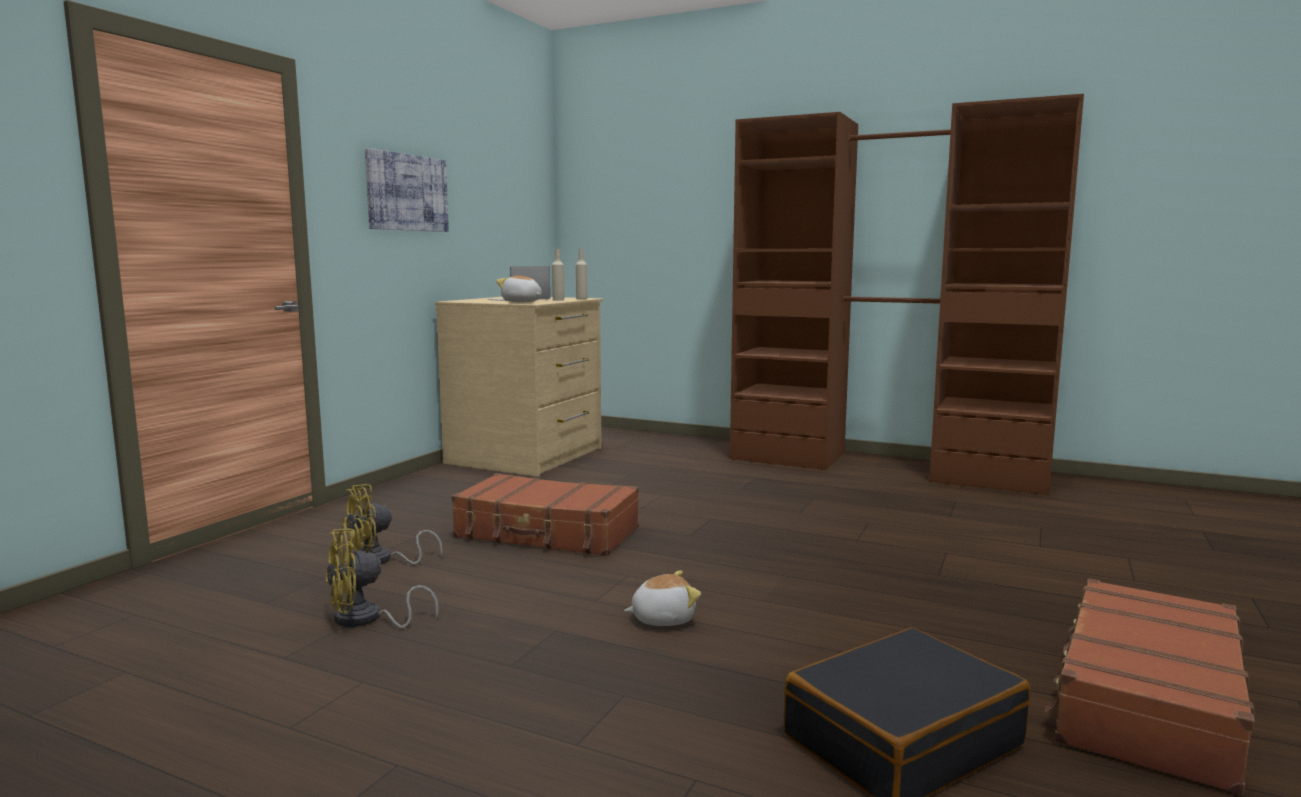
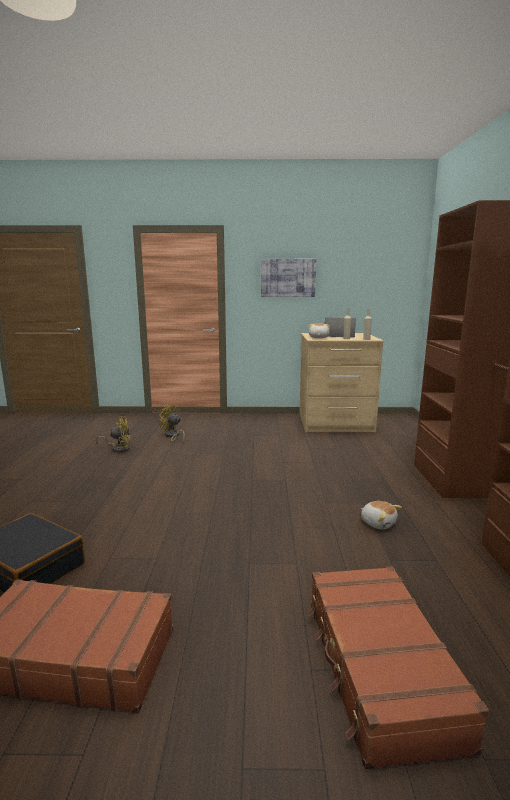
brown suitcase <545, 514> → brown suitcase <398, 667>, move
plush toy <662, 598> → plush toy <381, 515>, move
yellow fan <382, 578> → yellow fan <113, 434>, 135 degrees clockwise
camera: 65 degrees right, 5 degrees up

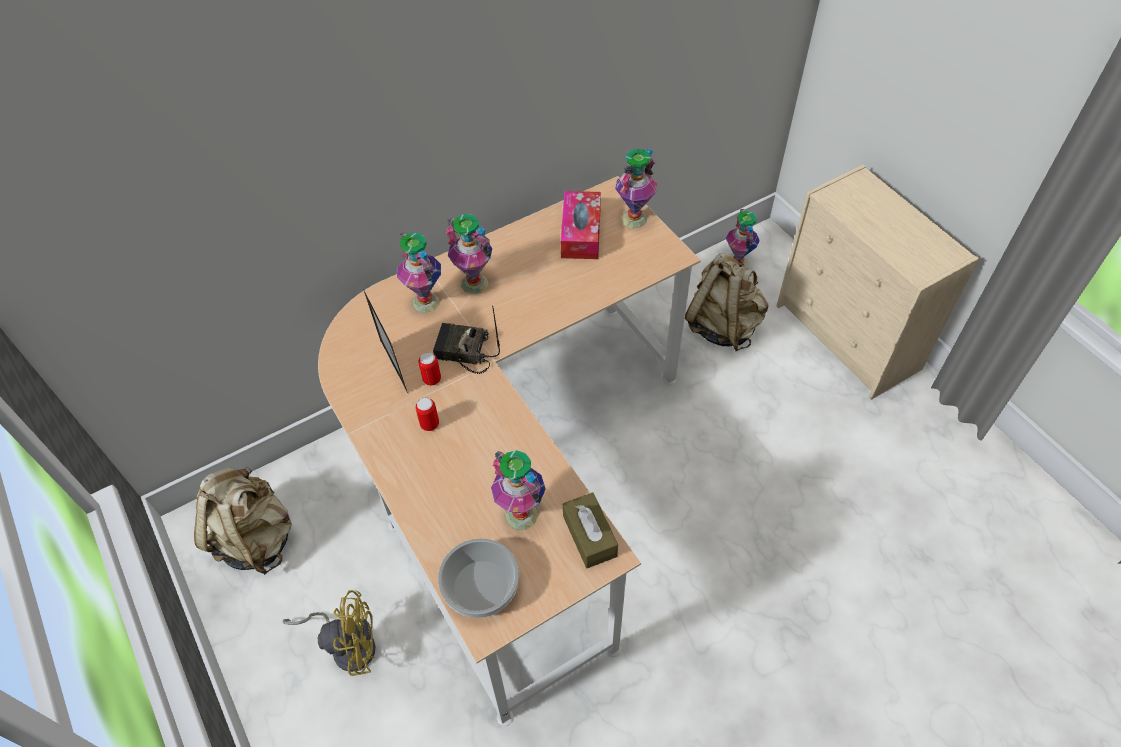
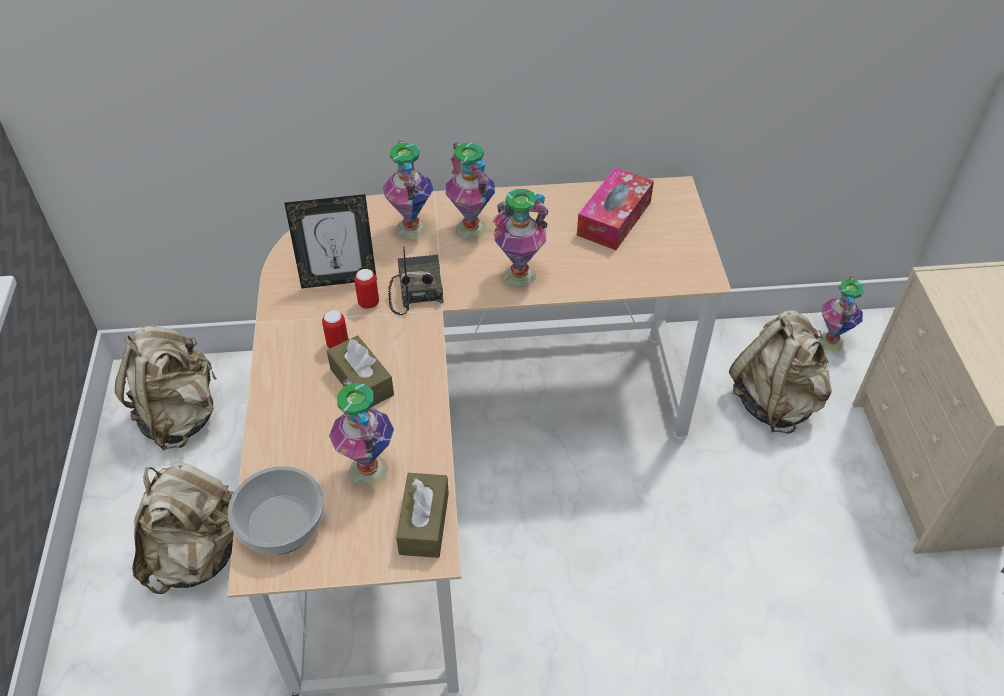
- → brown tissue box <360, 371>
vase <636, 188> → vase <521, 238>, move
yellow fan <328, 633> → beige backpack <183, 528>
picture frame <385, 341> → picture frame <330, 241>, 75 degrees clockwise
radio <466, 339> → radio <415, 281>, 45 degrees clockwise
camera: 25 degrees right, 5 degrees down

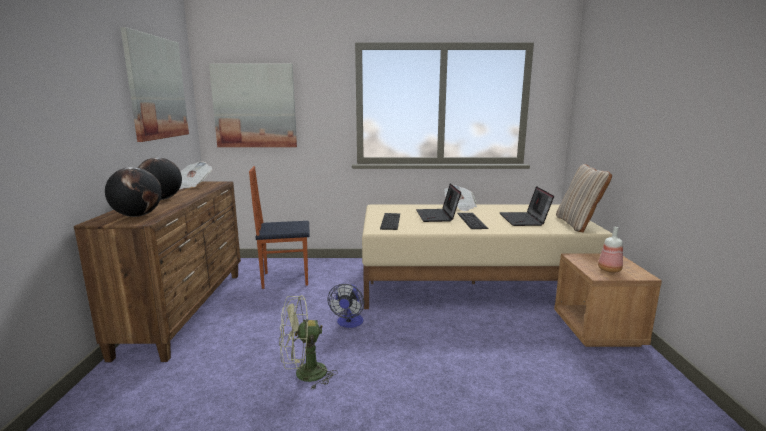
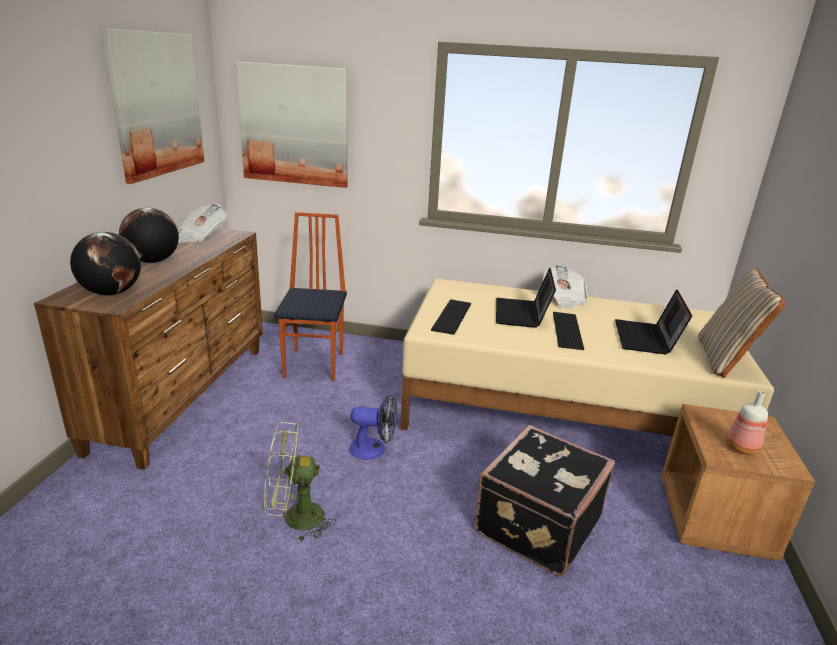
- → black suitcase <545, 500>
chair <279, 227> → chair <310, 296>, 90 degrees clockwise
fan <346, 306> → fan <373, 427>, 105 degrees counterclockwise
camera: 10 degrees right, 10 degrees up

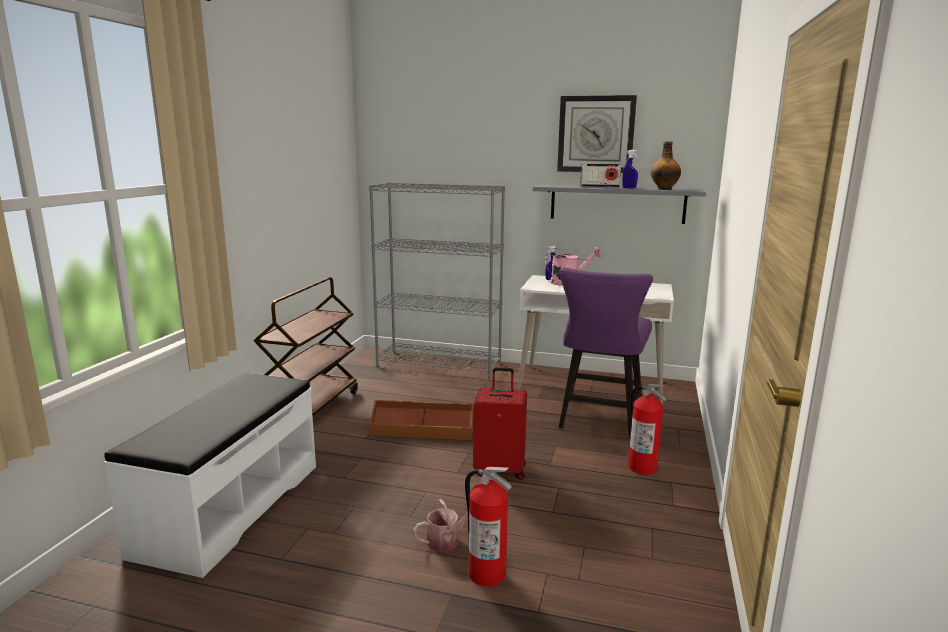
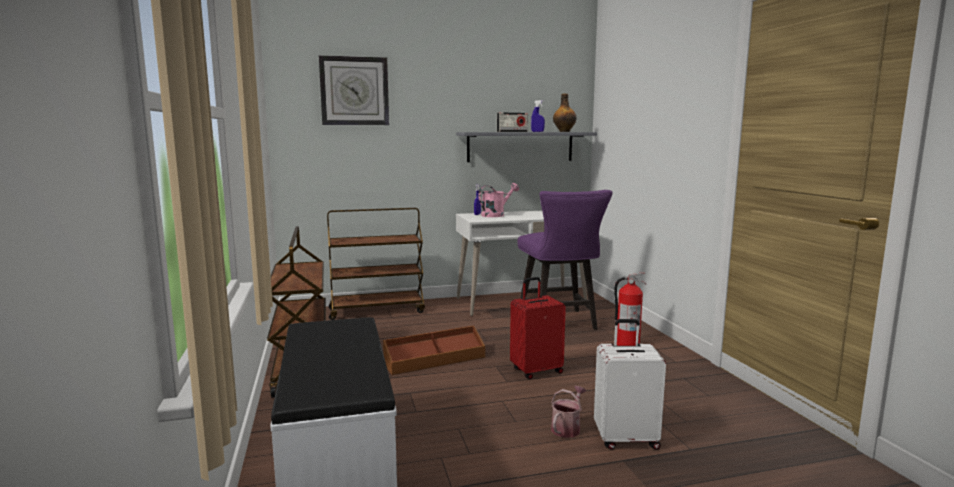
wall clock <597, 134> → wall clock <354, 90>, move
grey bookcase <437, 280> → brown cart <376, 264>
fire extinguisher <488, 527> → white suitcase <630, 384>
camera: 30 degrees left, 5 degrees down

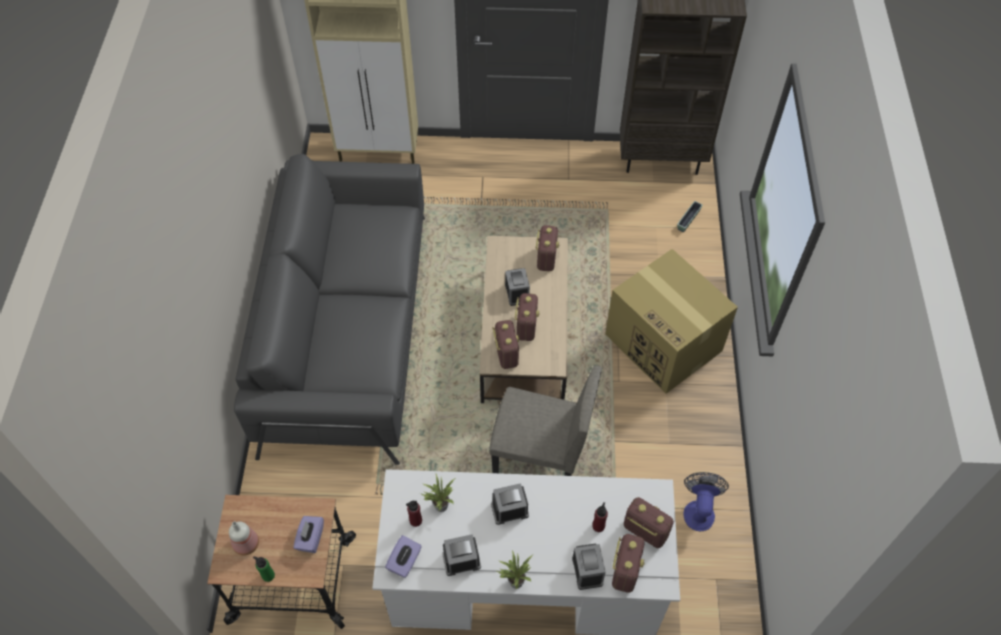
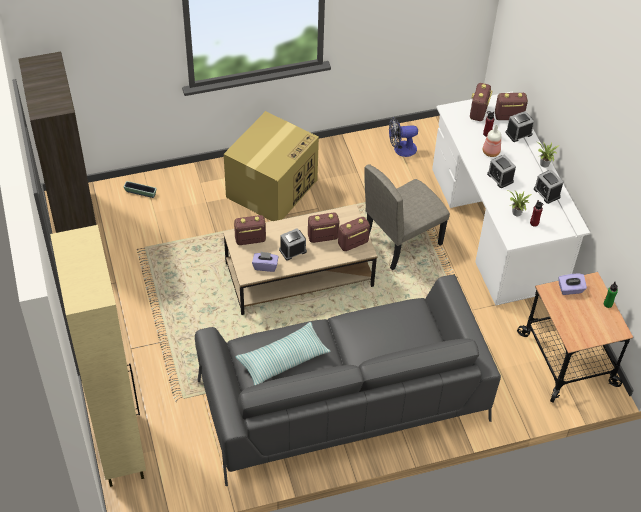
- → pillow <283, 353>
bottle <244, 538> → bottle <492, 141>, move
purple tissue box <403, 556> → purple tissue box <265, 261>, move
beige chair <545, 421> → beige chair <407, 217>, 120 degrees counterclockwise
camera: 110 degrees left, 5 degrees down

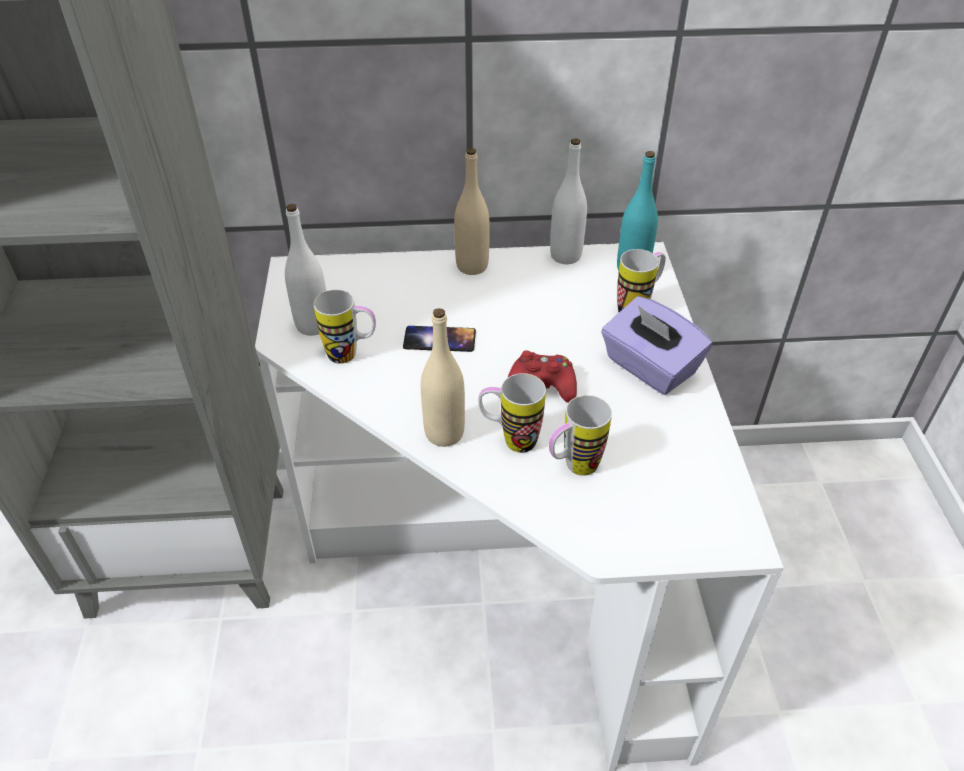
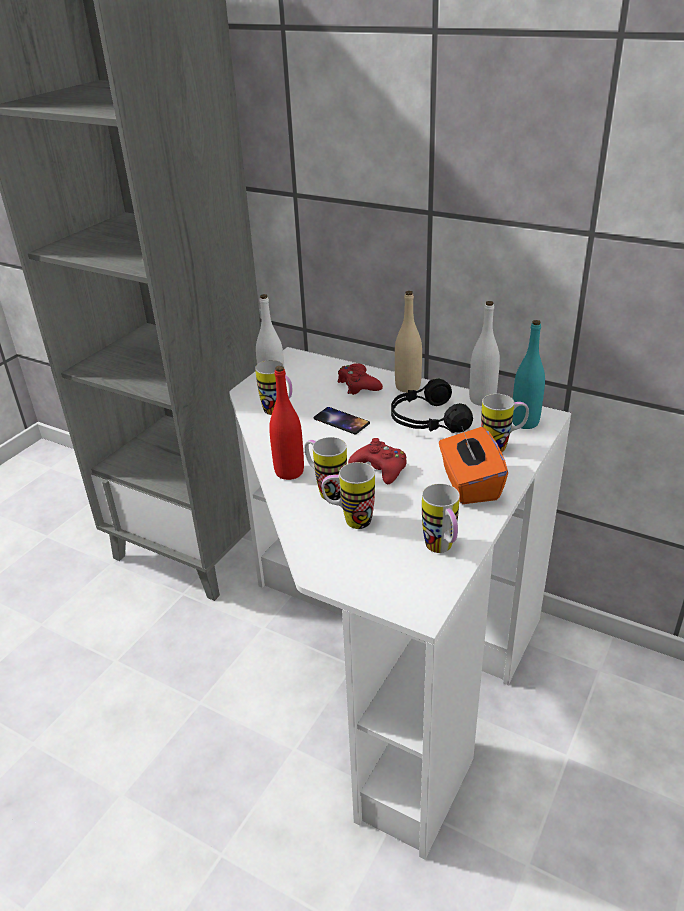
- → red game controller <360, 379>
- → black headphones <432, 406>
- → mug <441, 518>
beige bottle <443, 377> → red bottle <286, 423>
purple tissue box <656, 345> → orange tissue box <473, 465>
camera: 35 degrees right, 10 degrees down

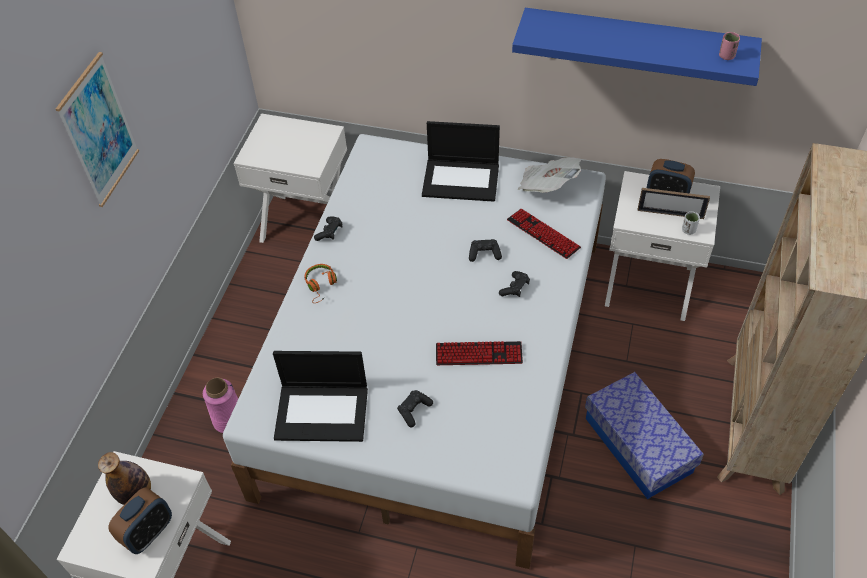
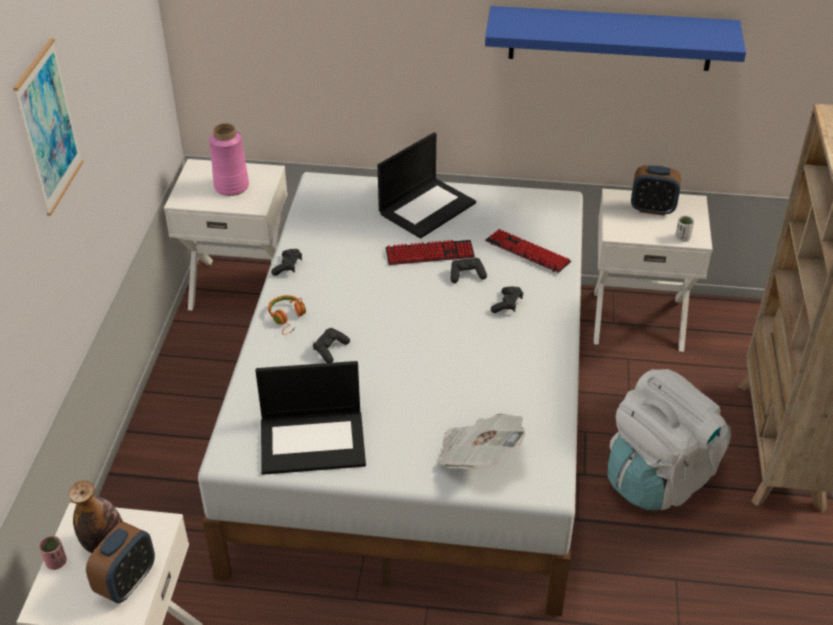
picture frame <673, 203> → -
pink vase <220, 405> → pink vase <229, 159>, move
black game controller <415, 408> → black game controller <331, 345>, move
keyboard <479, 353> → keyboard <430, 252>, move
newspaper <549, 175> → newspaper <481, 441>, move
pink cup <729, 46> → pink cup <53, 553>, move
storage box <644, 435> → white backpack <669, 440>
laptop <461, 161> → laptop <426, 185>, 45 degrees counterclockwise
camera: 10 degrees left, 10 degrees down

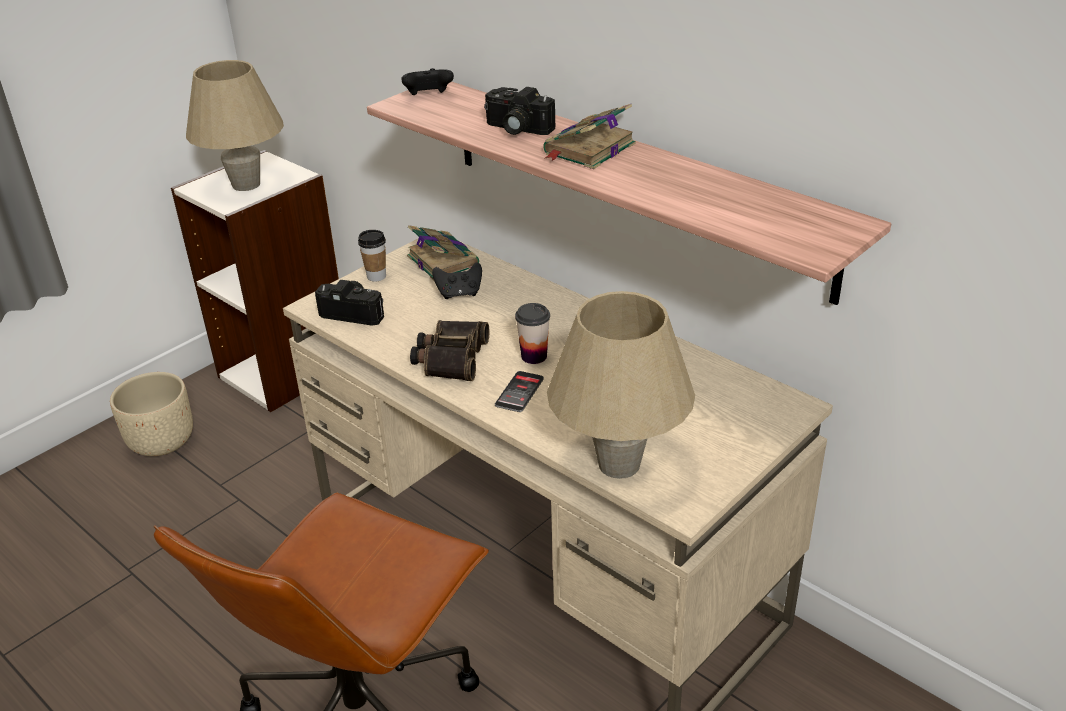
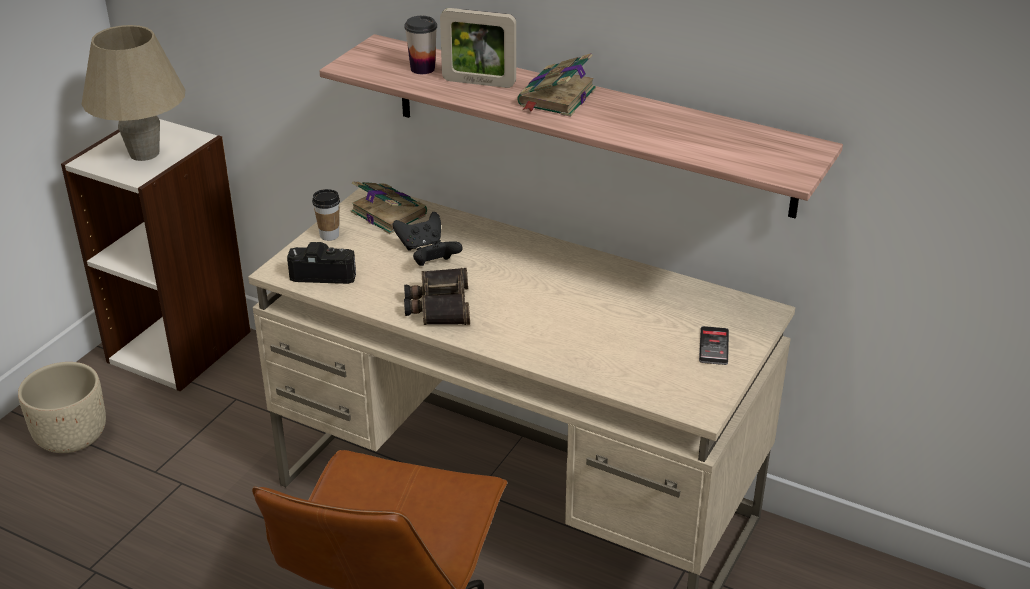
beige table lamp <621, 385> → -
black game controller <427, 81> → black game controller <438, 253>, move
phone <519, 391> → phone <714, 345>, move
cup <532, 333> → cup <420, 45>, move
photo camera <520, 111> → picture frame <478, 48>
camera: 15 degrees left, 0 degrees up

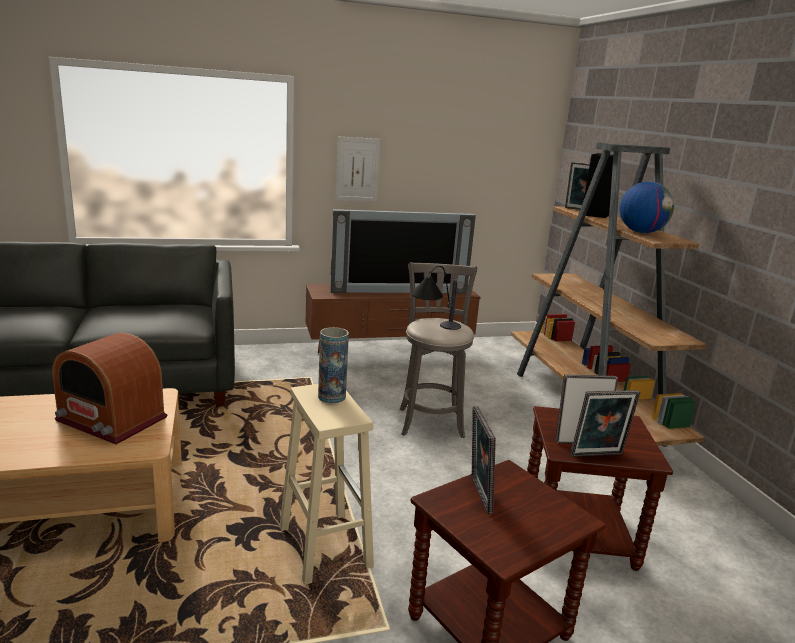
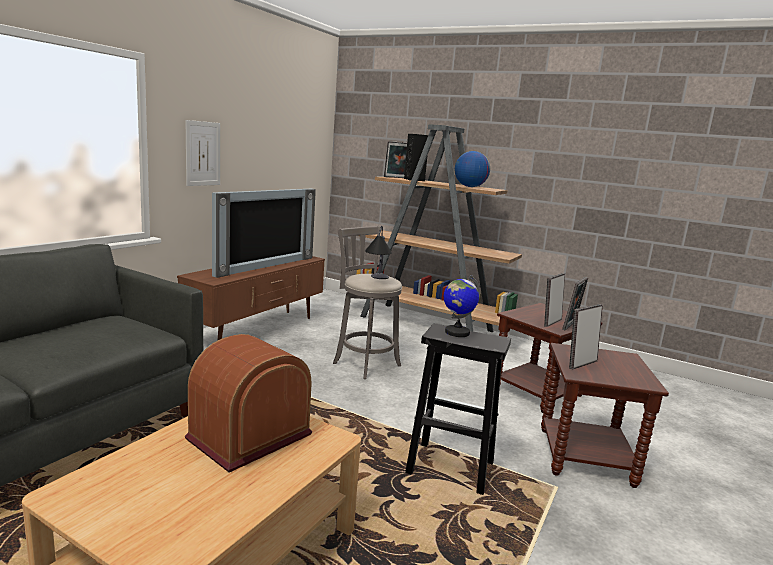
vase <333, 365> → globe <462, 306>
beige stool <327, 484> → black stool <458, 409>
radio <109, 388> → radio <248, 403>, 150 degrees clockwise
picture frame <484, 460> → picture frame <586, 336>, 105 degrees clockwise
camera: 45 degrees left, 5 degrees down

